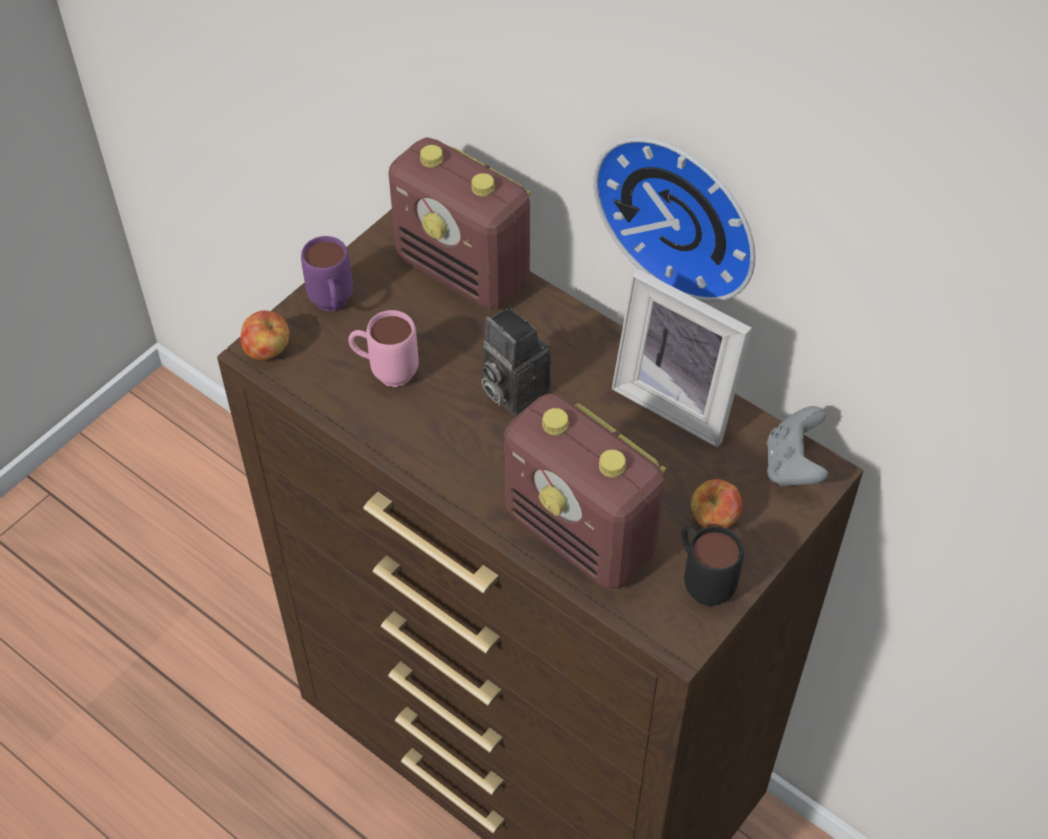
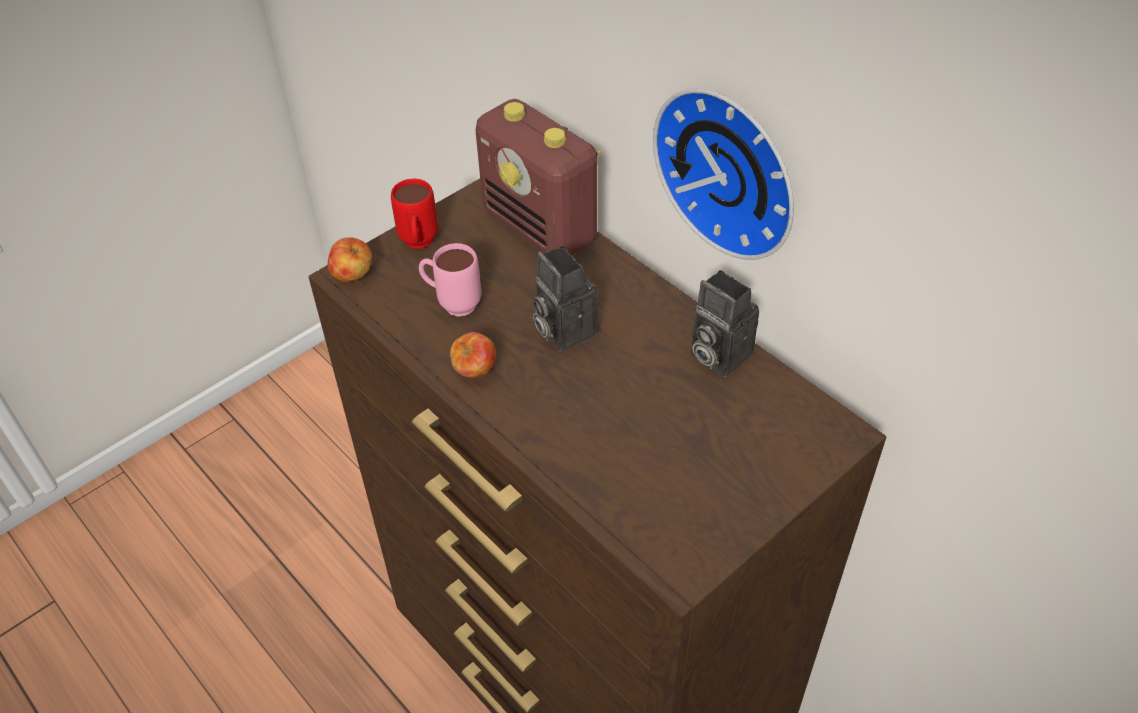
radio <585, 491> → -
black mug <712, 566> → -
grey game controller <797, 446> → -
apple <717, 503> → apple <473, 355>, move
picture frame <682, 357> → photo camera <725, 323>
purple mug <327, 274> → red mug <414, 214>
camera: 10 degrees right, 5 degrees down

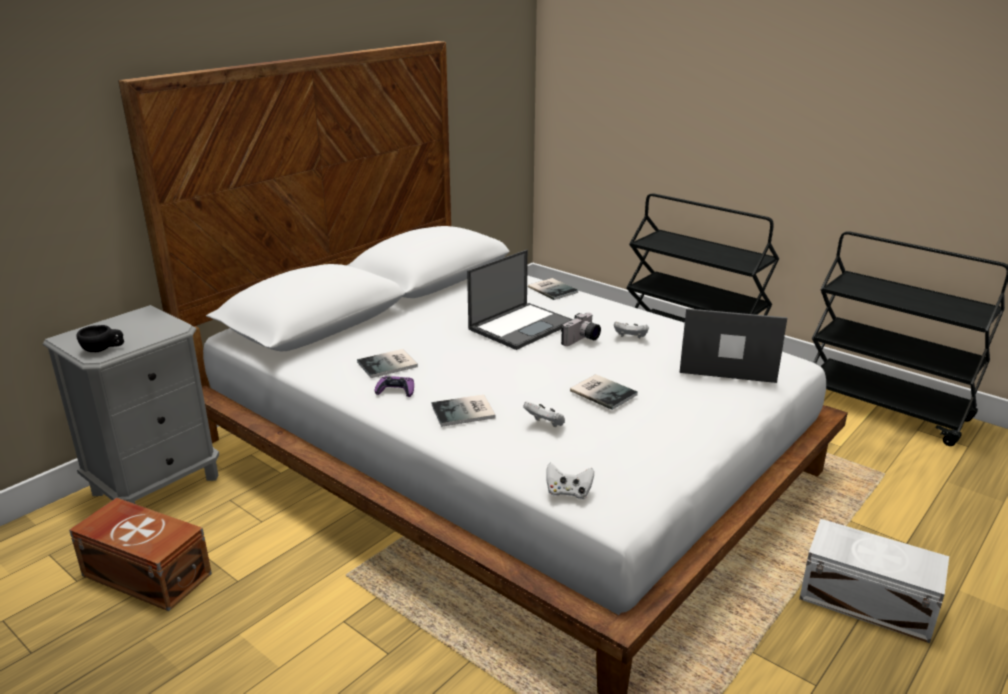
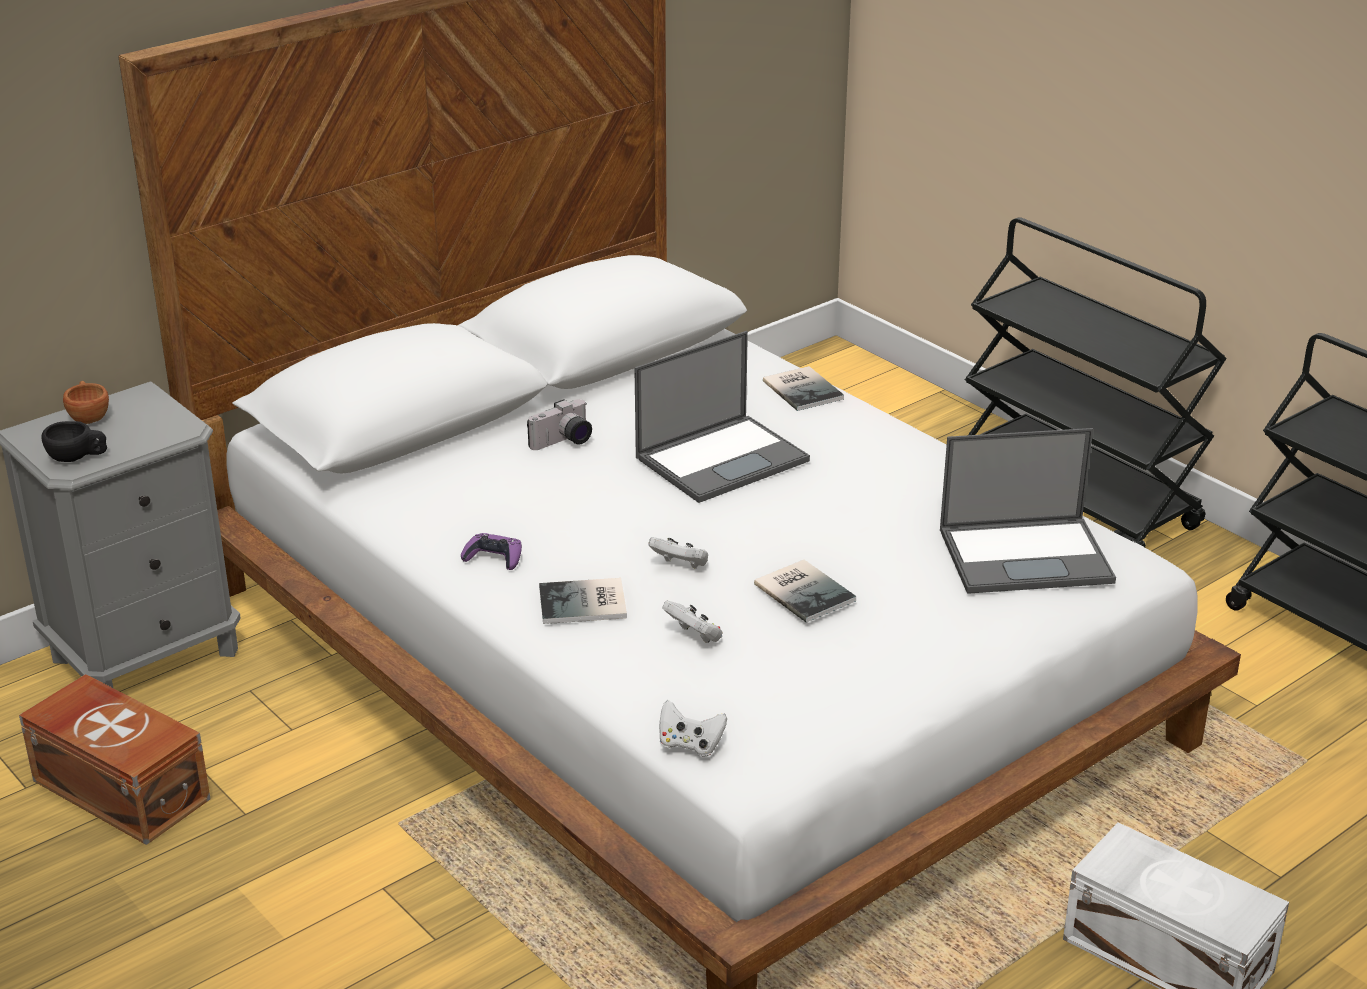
book <387, 363> → -
- → brown cup <86, 402>
photo camera <581, 329> → photo camera <559, 424>, move
white game controller <631, 330> → white game controller <678, 553>, move
laptop <733, 345> → laptop <1028, 511>, 150 degrees clockwise
camera: 10 degrees right, 5 degrees up

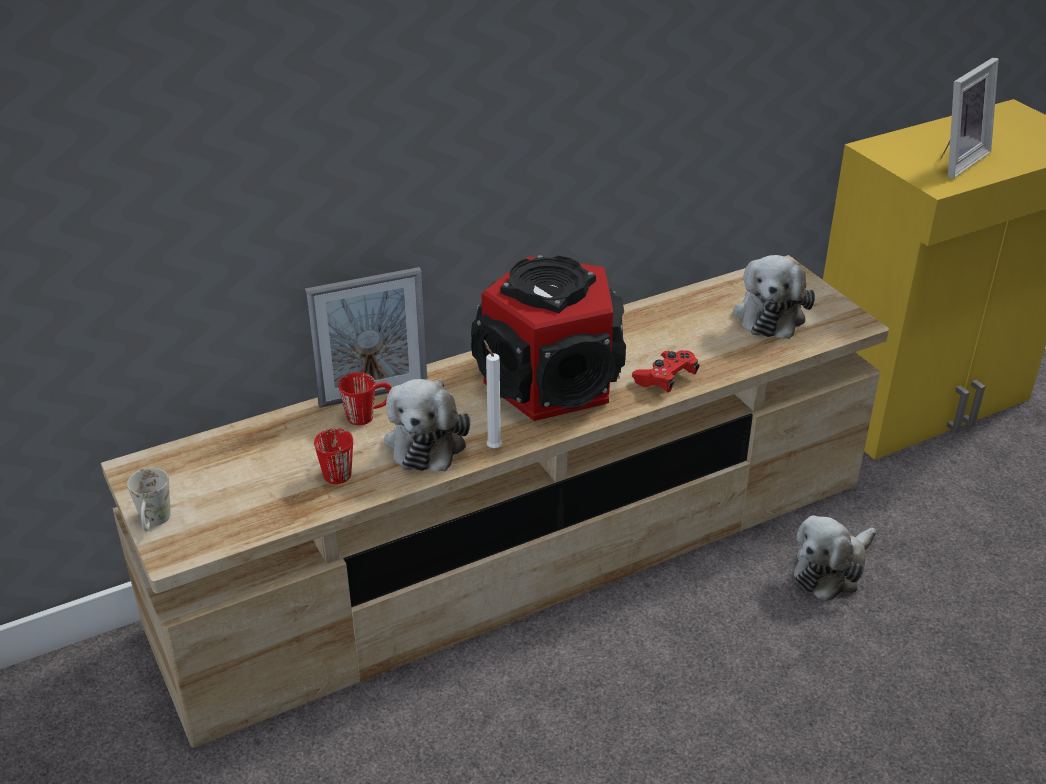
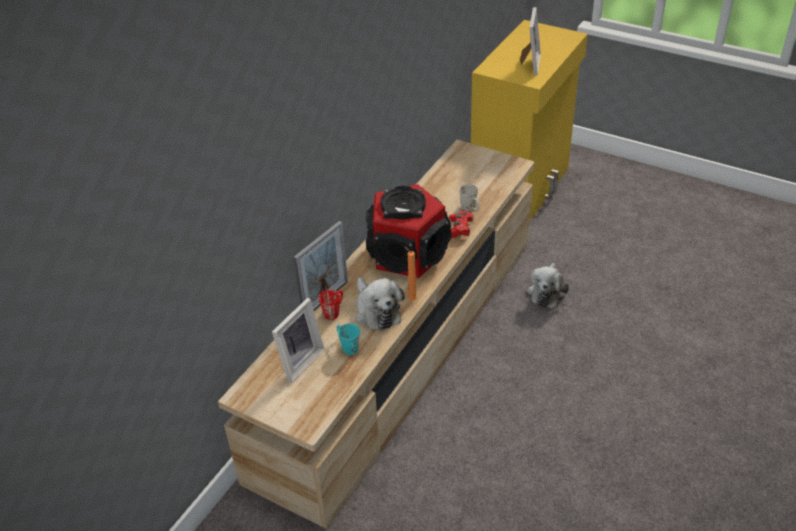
plush toy <774, 297> → -
- → picture frame <298, 340>
white mug <148, 499> → white mug <469, 197>, move
red mug <333, 456> → turquoise mug <348, 339>
white candle <493, 394> → orange candle <410, 274>
camera: 30 degrees left, 5 degrees up

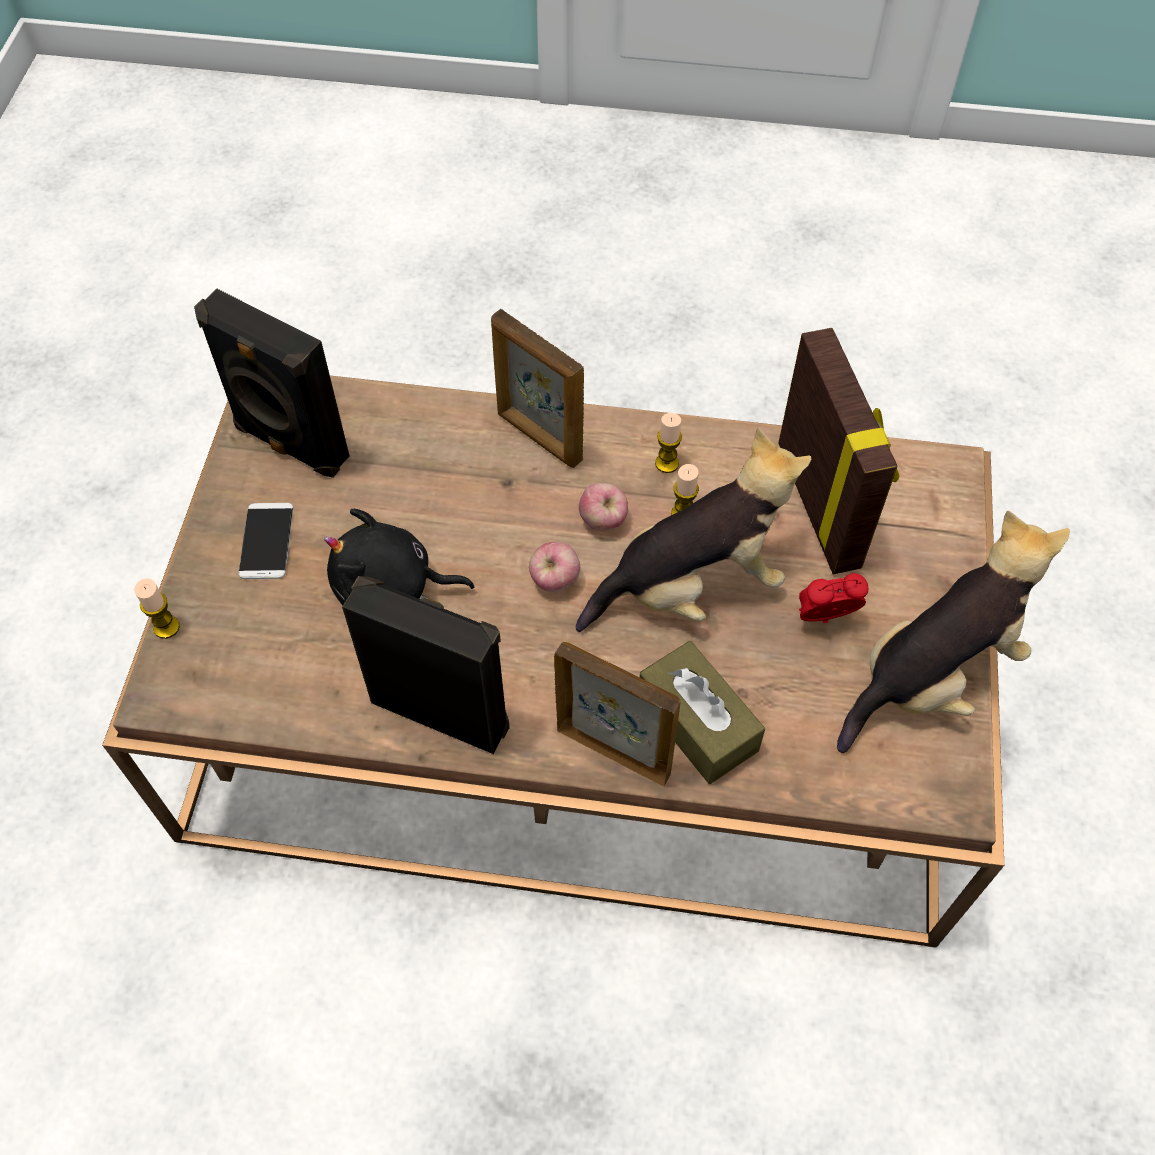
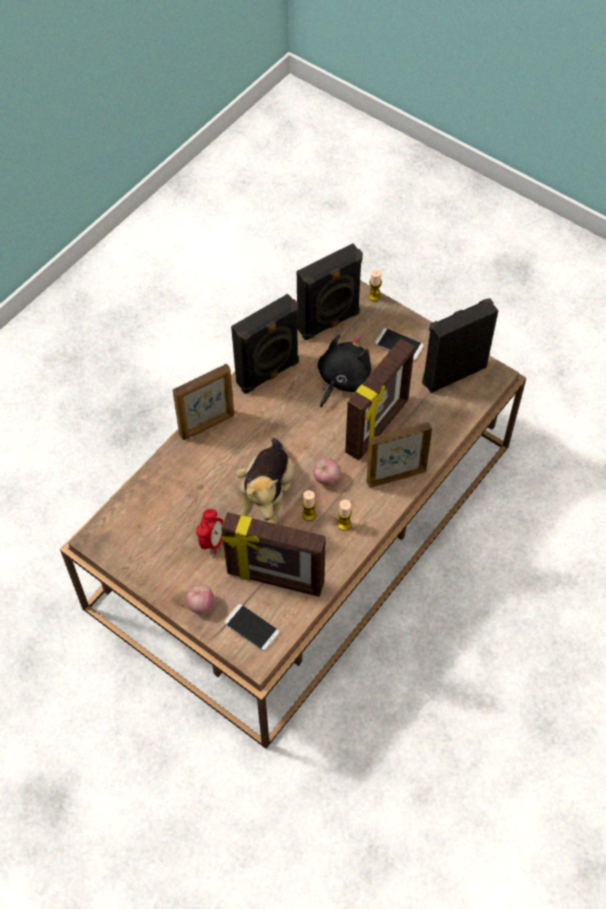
brown tissue box <702, 712> → -
plush toy <953, 631> → -
- → phone <252, 627>
- → black speaker <330, 292>
- → picture frame <380, 399>
apple <554, 567> → apple <200, 599>, move
camera: 120 degrees right, 0 degrees up

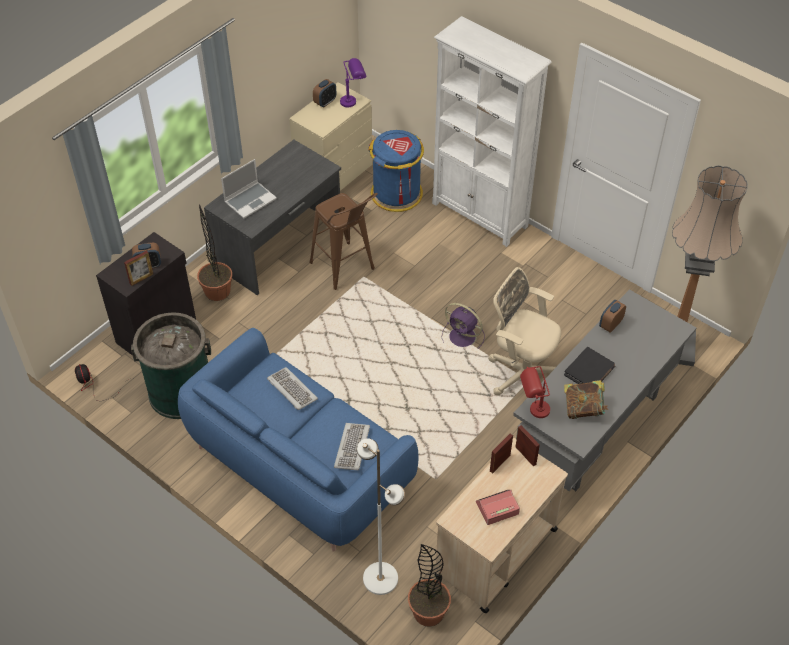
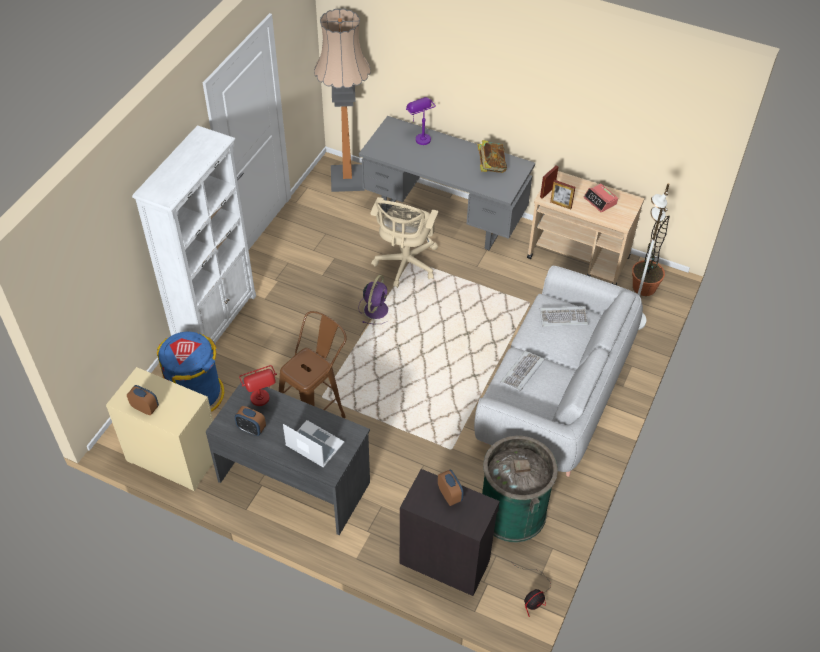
picture frame <138, 268> → -
potted plant <214, 252> → -
black book <589, 365> → -
purple table lamp <353, 82> → purple table lamp <421, 121>, move
red table lamp <535, 392> → red table lamp <258, 385>, move
alarm clock <612, 316> → alarm clock <250, 421>, move
blue sofa <298, 440> → grey sofa <558, 371>
camera: 105 degrees left, 0 degrees up

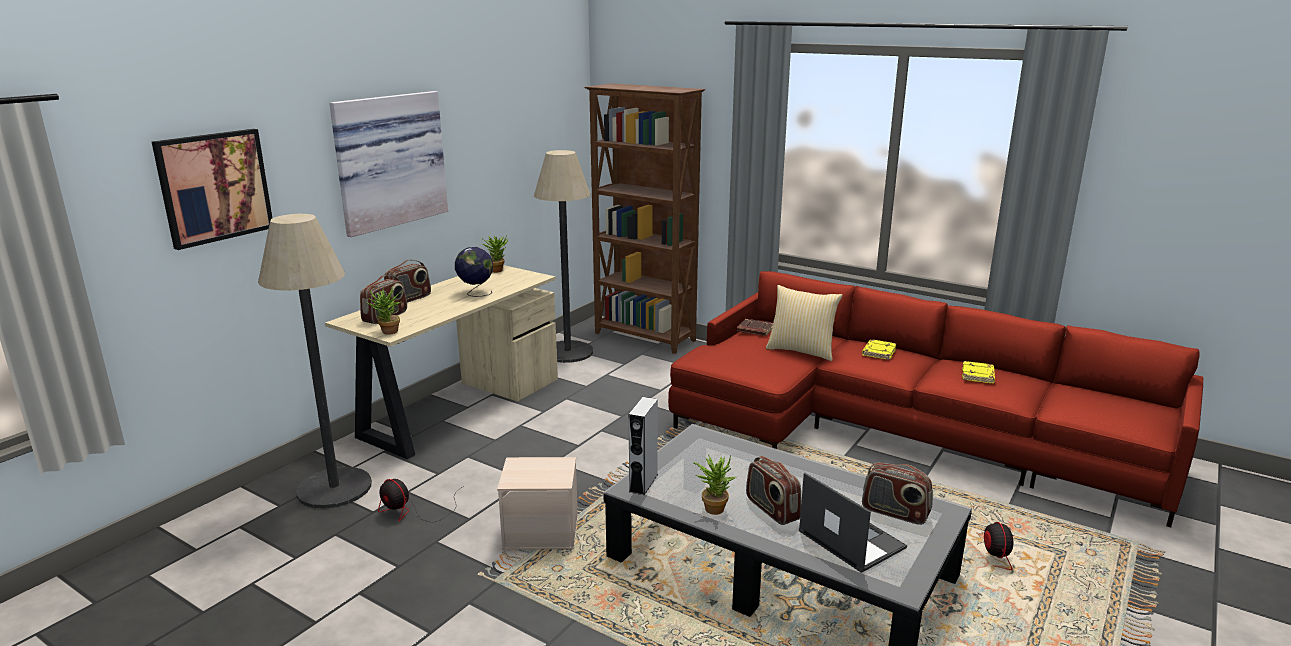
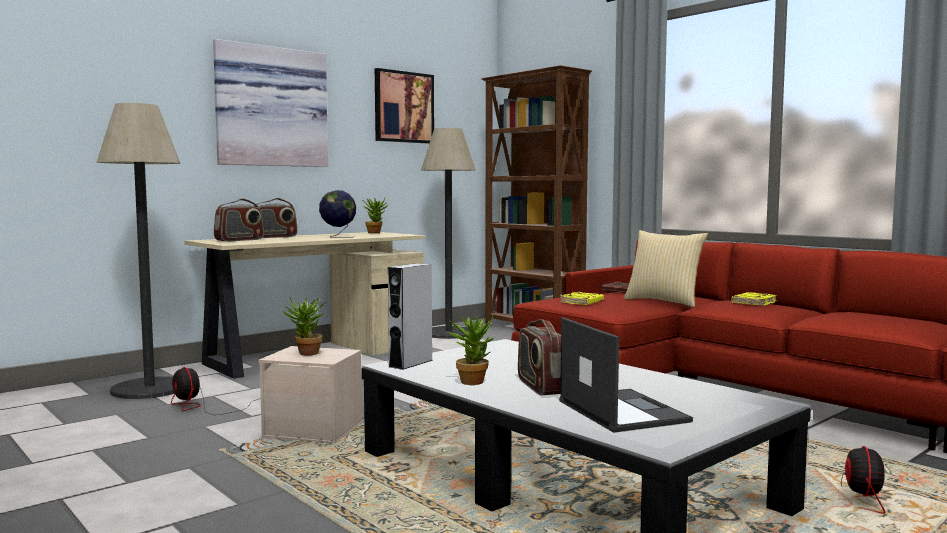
radio <897, 494> → -
picture <212, 189> → picture <404, 106>, move
potted plant <385, 311> → potted plant <304, 326>, move
yellow book <978, 372> → yellow book <582, 298>, move
camera: 15 degrees right, 15 degrees down

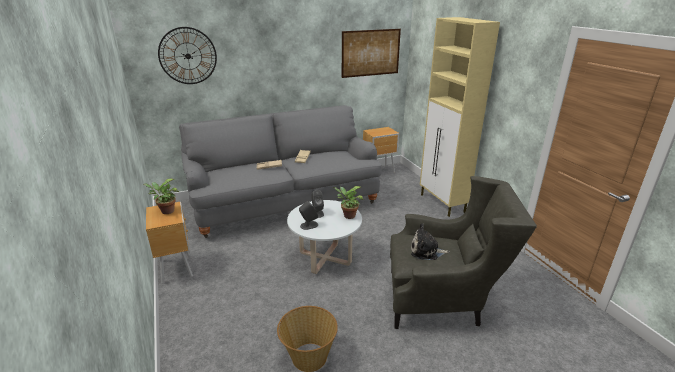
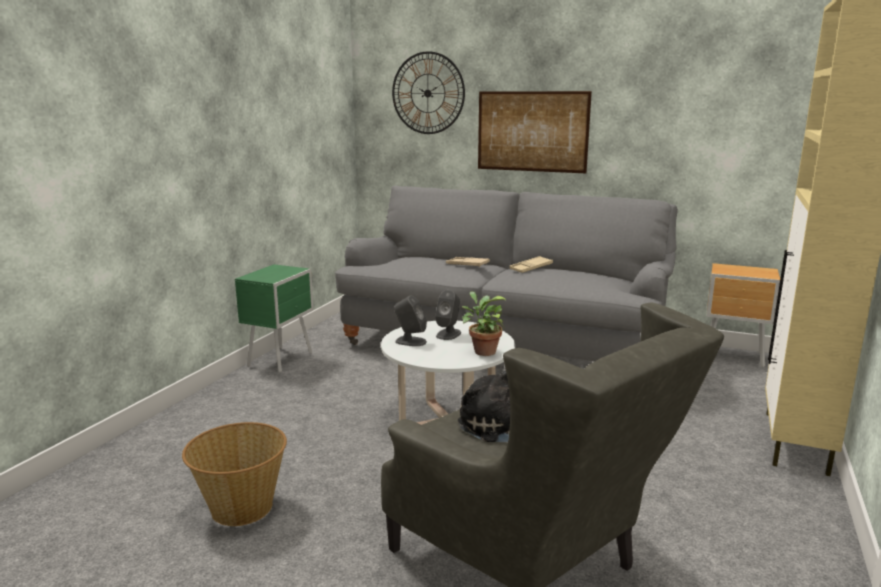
potted plant <161, 196> → -
picture <371, 53> → picture <535, 132>, move
brown nightstand <169, 243> → green nightstand <274, 318>
camera: 45 degrees right, 10 degrees down

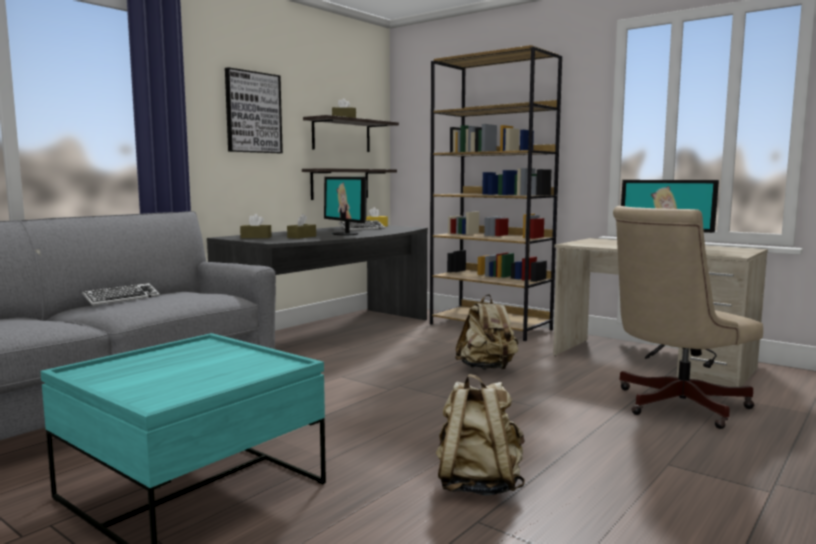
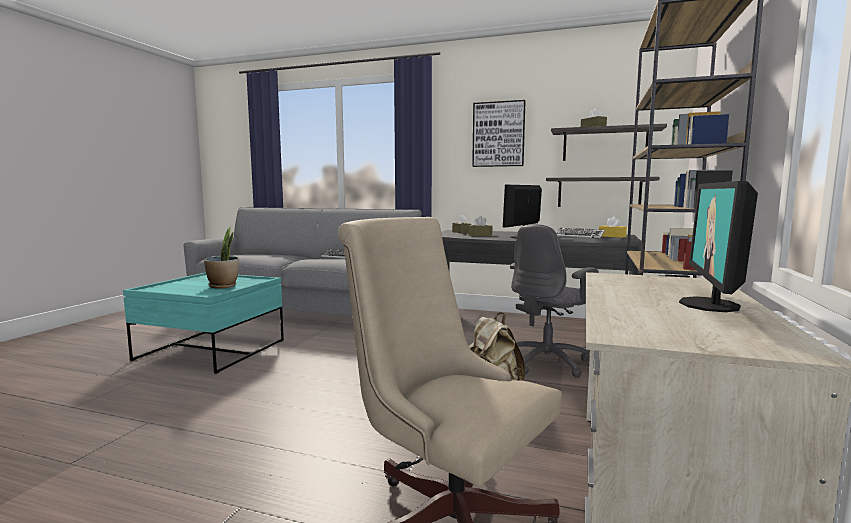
beige backpack <480, 435> → -
- → potted plant <221, 257>
- → grey office chair <554, 301>
camera: 70 degrees right, 0 degrees up

